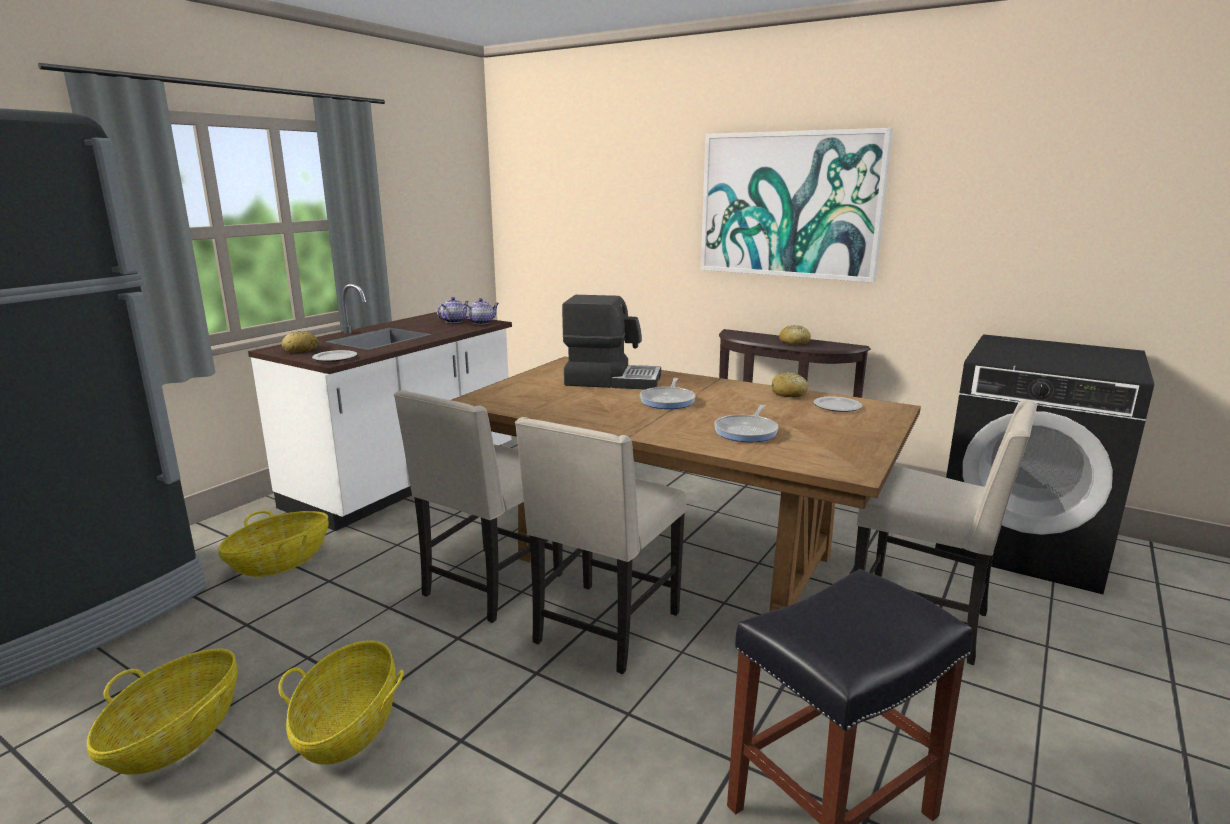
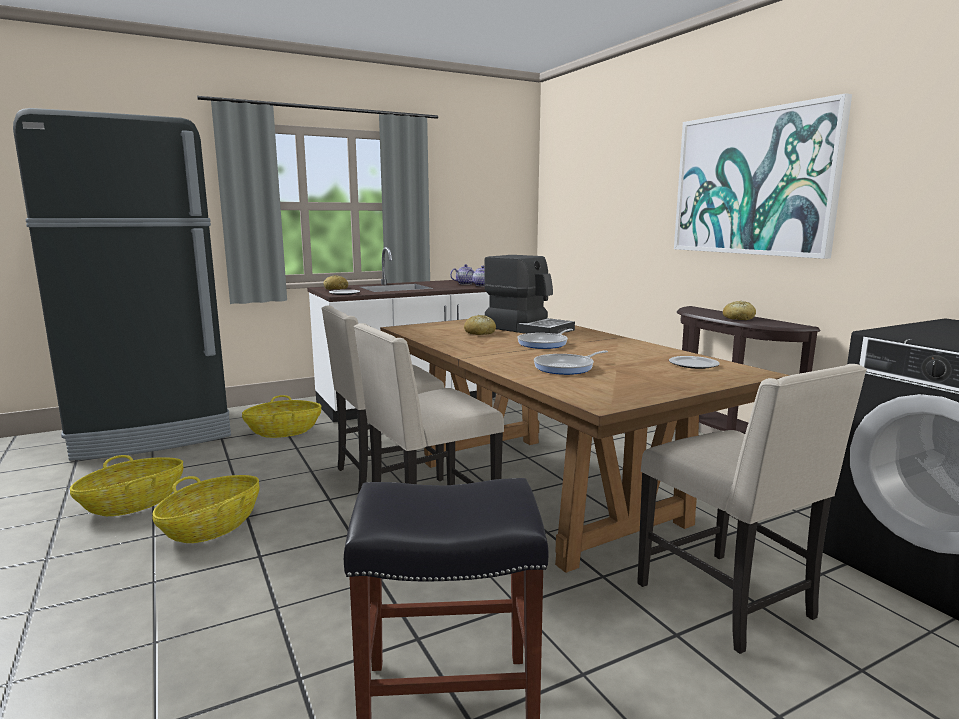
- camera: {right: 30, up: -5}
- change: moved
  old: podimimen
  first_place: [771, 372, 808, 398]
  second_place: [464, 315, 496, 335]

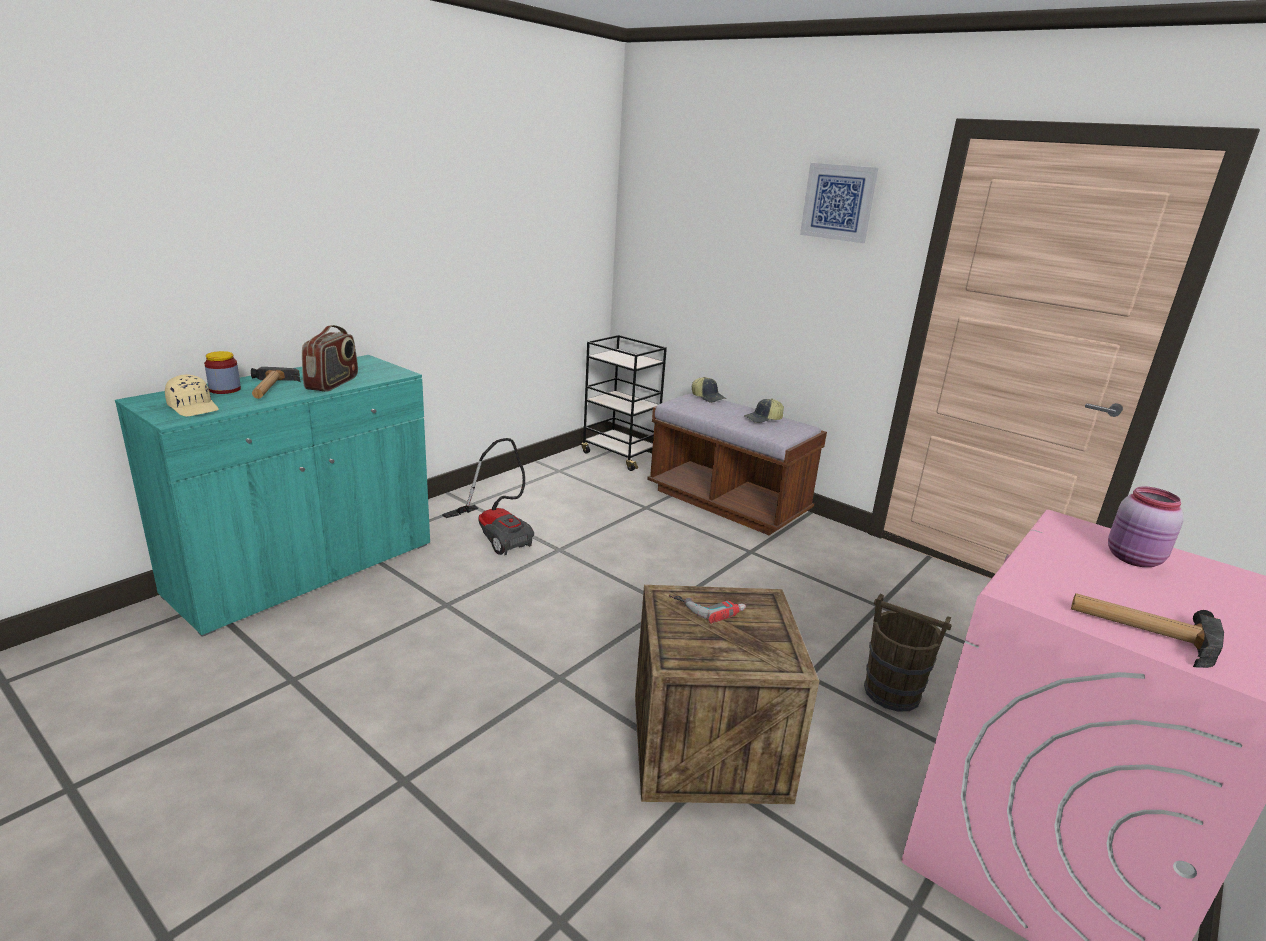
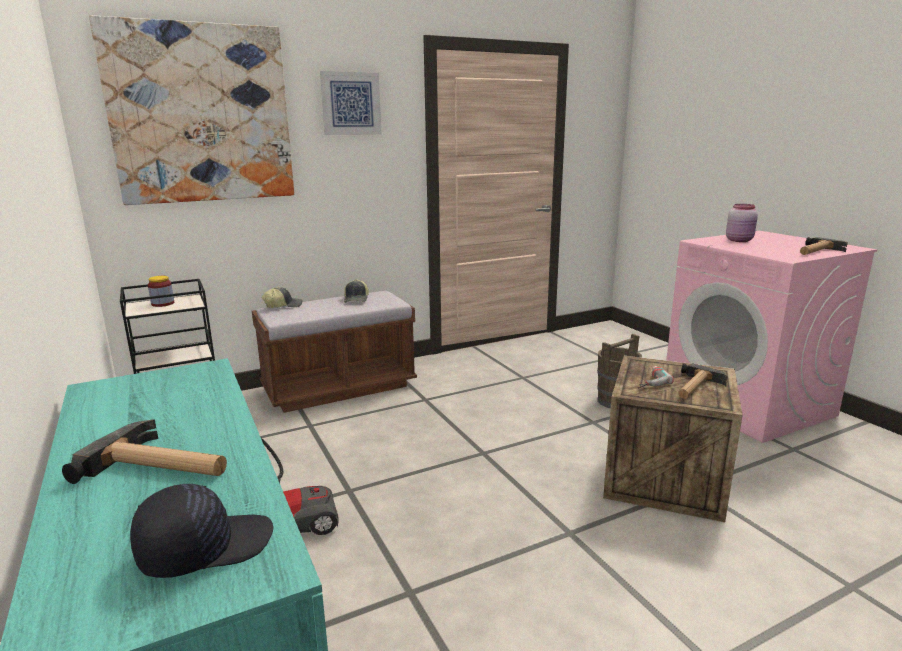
- camera: {right: -65, up: -5}
- change: added
  new: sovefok
  second_place: [89, 15, 295, 205]
- change: recoloured
  old: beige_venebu
  new: black_venebu
  first_place: [165, 374, 219, 416]
  second_place: [130, 484, 273, 578]
- change: moved
  old: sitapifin
  first_place: [204, 351, 241, 394]
  second_place: [148, 276, 174, 307]
- change: added
  new: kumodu
  second_place: [678, 363, 728, 399]
- change: removed
  old: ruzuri
  first_place: [302, 325, 358, 392]

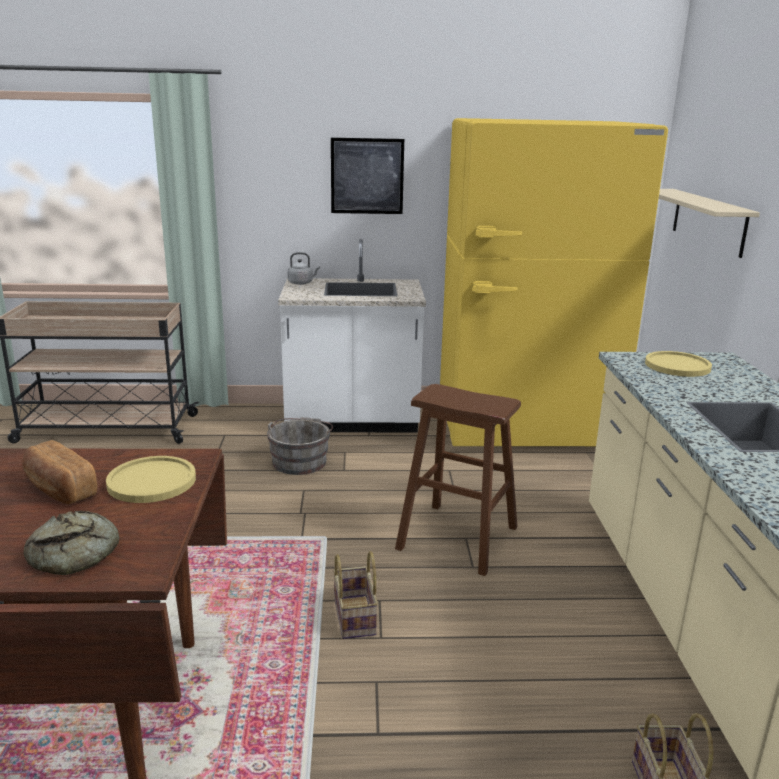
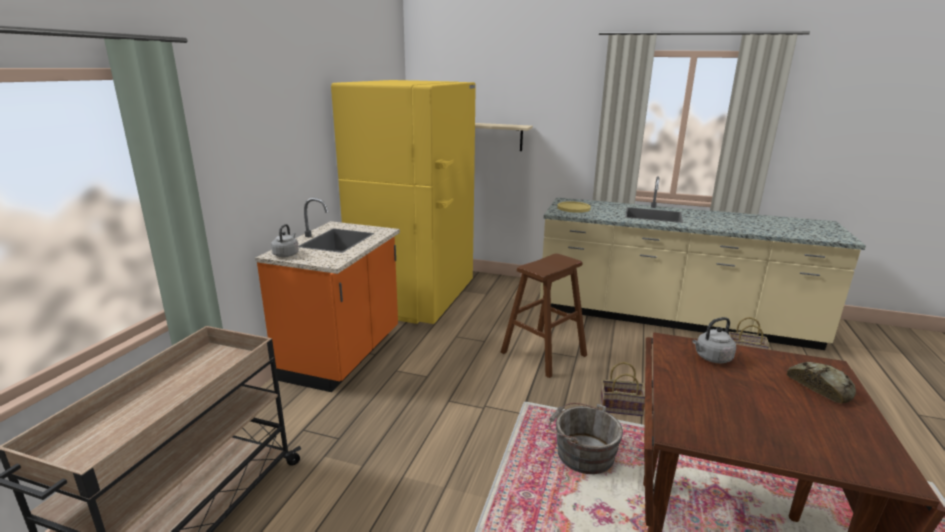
- camera: {right: -70, up: 0}
- change: recoloured
  old: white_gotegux
  new: orange_gotegux
  first_place: [278, 239, 426, 432]
  second_place: [255, 198, 400, 392]
- change: moved
  old: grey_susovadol
  first_place: [267, 417, 333, 475]
  second_place: [549, 403, 623, 474]
- change: replaced
  old: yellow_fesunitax
  new: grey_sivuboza
  first_place: [106, 456, 196, 503]
  second_place: [692, 317, 736, 363]
- change: removed
  old: podimimen
  first_place: [22, 440, 97, 504]
- change: removed
  old: sovefok
  first_place: [331, 138, 404, 214]

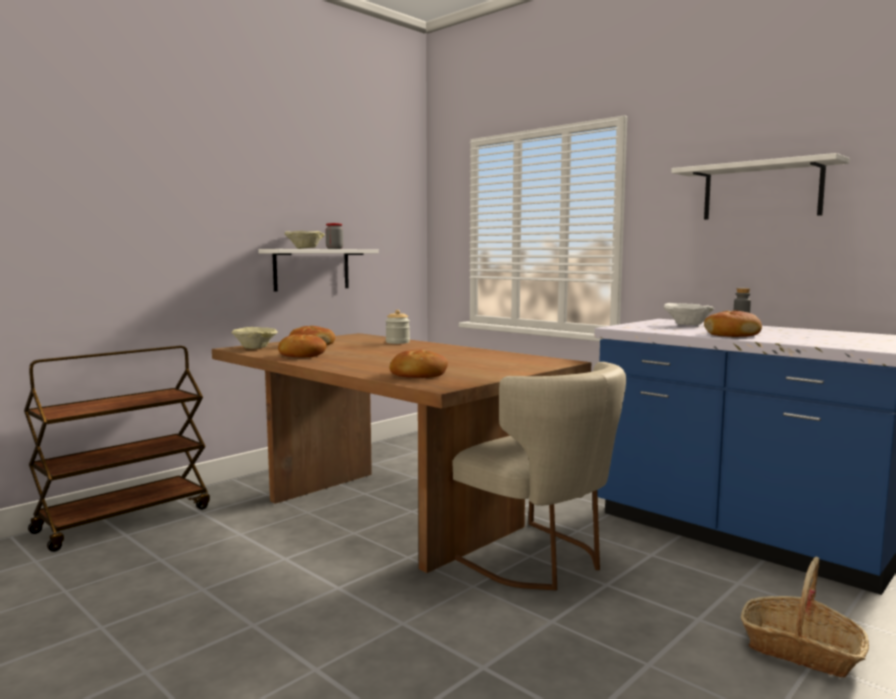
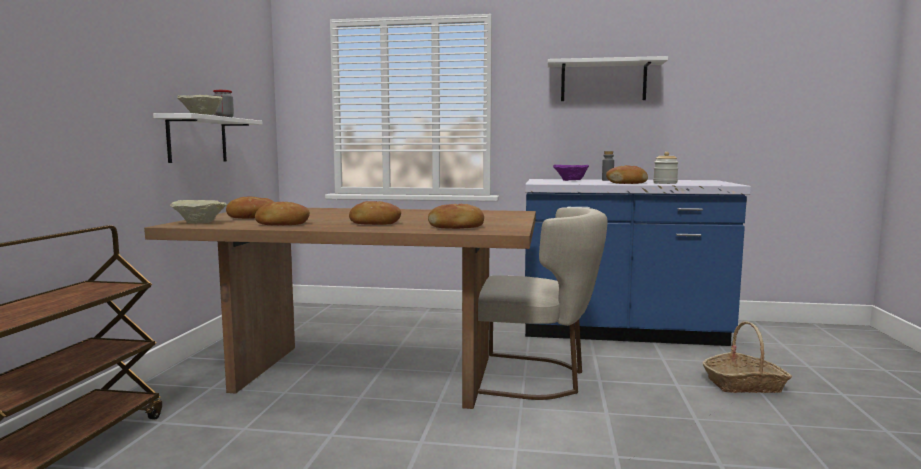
- camera: {right: -35, up: 0}
- change: added
  new: podimimen
  second_place: [349, 201, 401, 225]
- change: recoloured
  old: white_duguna
  new: purple_duguna
  first_place: [664, 303, 714, 325]
  second_place: [553, 164, 589, 181]
- change: moved
  old: sitapifin
  first_place: [386, 310, 410, 344]
  second_place: [653, 152, 679, 184]

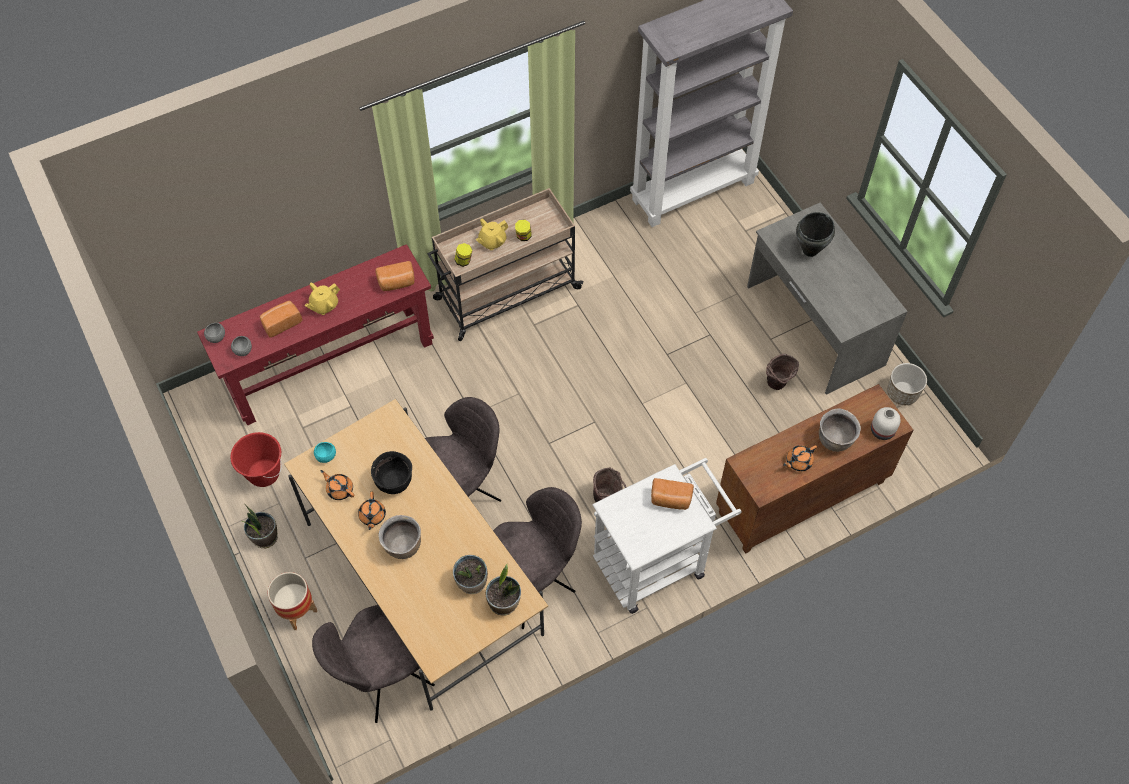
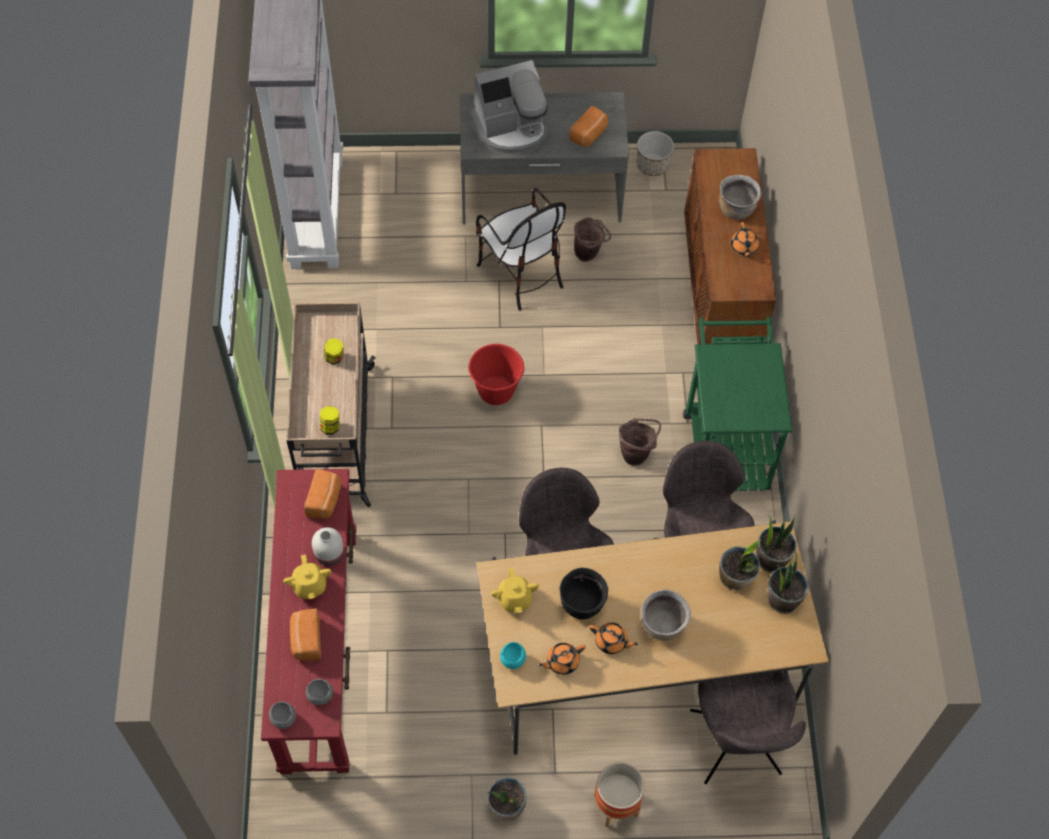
- camera: {right: -65, up: 0}
- change: moved
  old: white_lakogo
  first_place: [871, 407, 901, 440]
  second_place: [312, 527, 344, 566]
- change: moved
  old: red_susovadol
  first_place: [230, 432, 282, 487]
  second_place: [468, 344, 525, 405]
- change: replaced
  old: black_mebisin
  new: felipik
  first_place: [796, 212, 835, 257]
  second_place: [471, 60, 548, 154]
- change: added
  new: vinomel
  second_place: [476, 188, 566, 310]
- change: moved
  old: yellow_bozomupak
  first_place: [476, 219, 509, 250]
  second_place: [491, 568, 539, 613]
- change: moved
  old: podimimen
  first_place: [651, 478, 694, 510]
  second_place: [569, 106, 608, 147]
- change: recoloured
  old: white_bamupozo
  new: green_bamupozo
  first_place: [592, 458, 742, 614]
  second_place: [683, 317, 792, 491]
- change: added
  new: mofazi
  second_place: [768, 552, 809, 614]

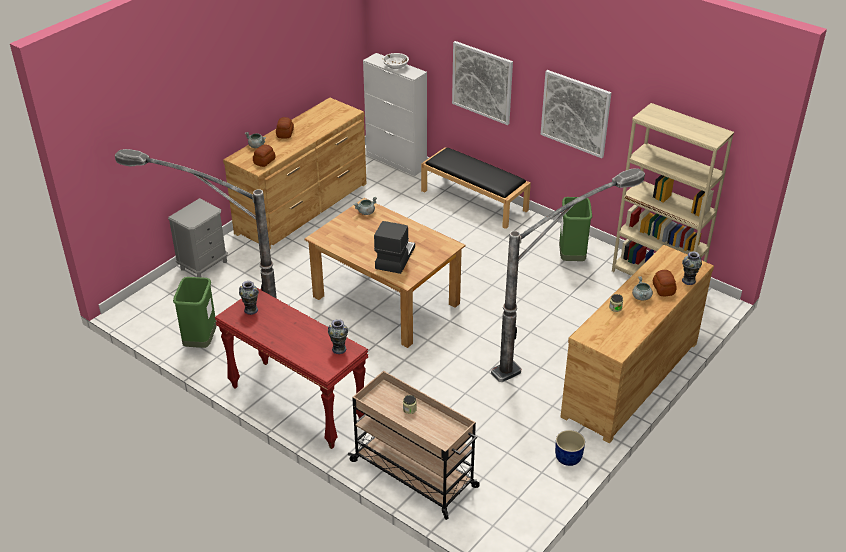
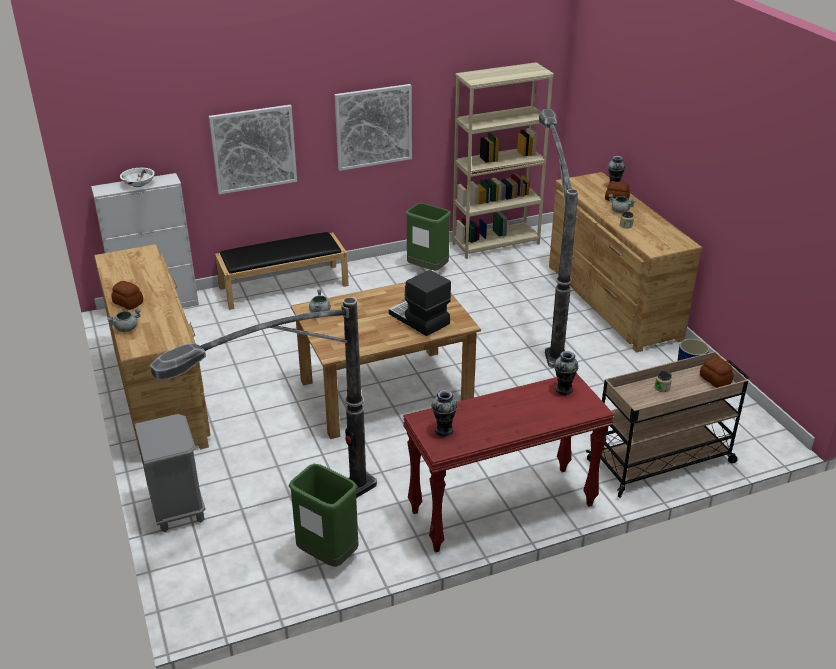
- camera: {right: -60, up: -5}
- change: moved
  old: podimimen
  first_place: [253, 144, 275, 167]
  second_place: [700, 356, 734, 388]

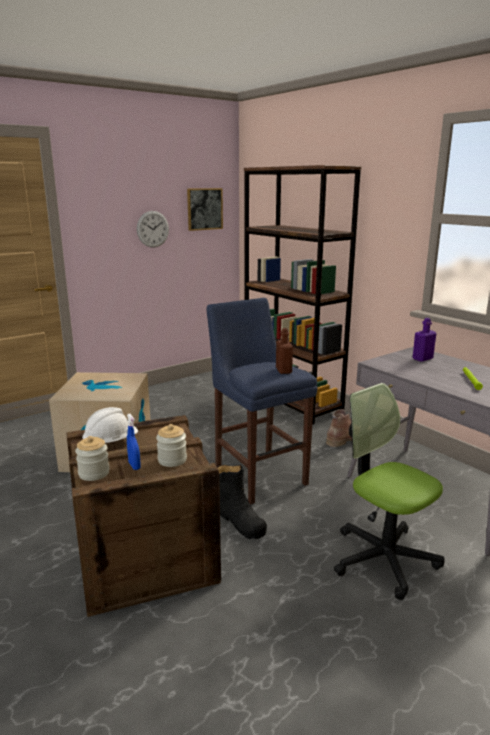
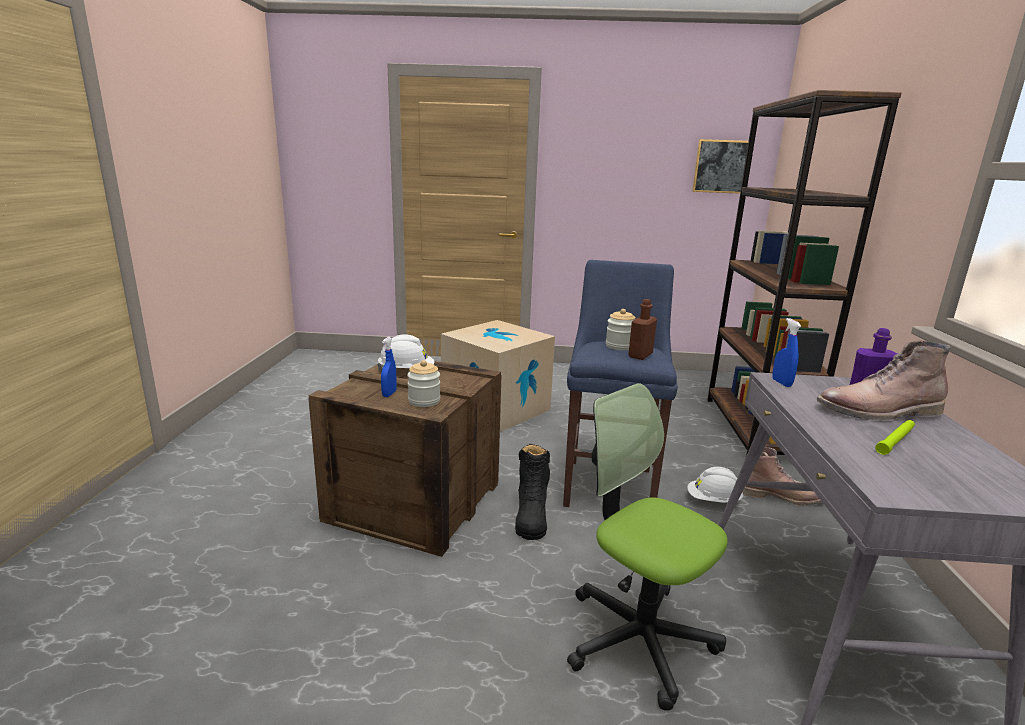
- camera: {right: 40, up: 0}
- change: turned
  old: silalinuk
  first_place: [334, 383, 445, 600]
  second_place: [567, 383, 728, 711]
  degrees: -45
- change: moved
  old: sitapifin
  first_place: [75, 436, 110, 481]
  second_place: [606, 309, 635, 350]
- change: added
  new: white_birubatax
  second_place: [687, 467, 743, 503]
- change: added
  new: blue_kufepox
  second_place: [772, 318, 801, 387]
- change: added
  new: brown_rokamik
  second_place: [817, 341, 951, 420]
- change: removed
  old: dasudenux
  first_place: [137, 211, 169, 248]

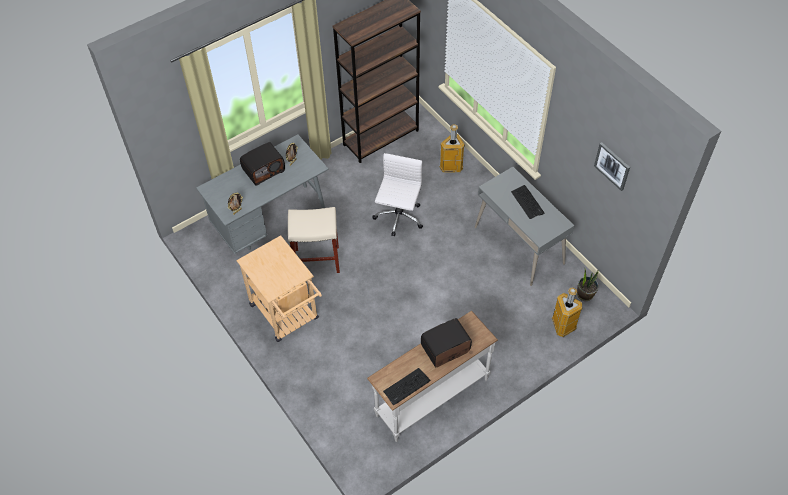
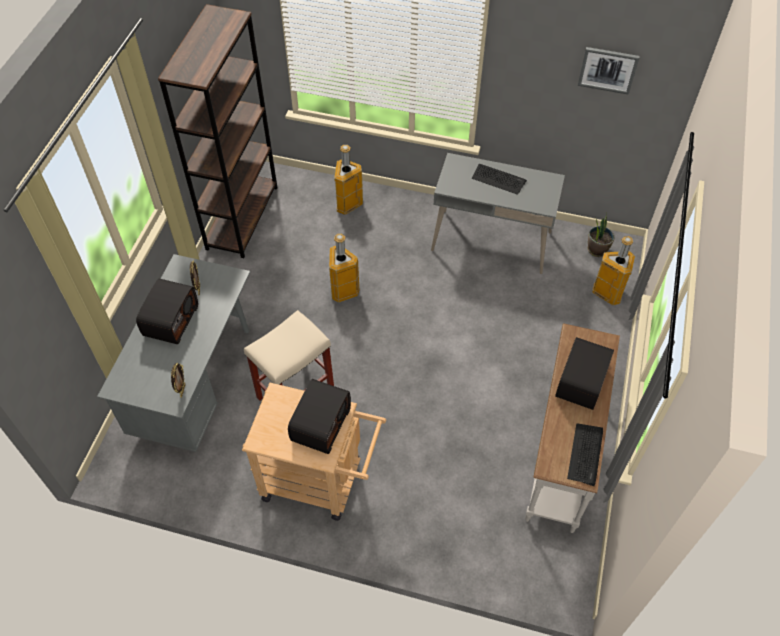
- camera: {right: -40, up: 0}
- change: added
  new: ruzuri
  second_place: [288, 379, 351, 454]
- change: replaced
  old: white_silalinuk
  new: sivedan
  first_place: [372, 153, 423, 236]
  second_place: [329, 234, 359, 303]

